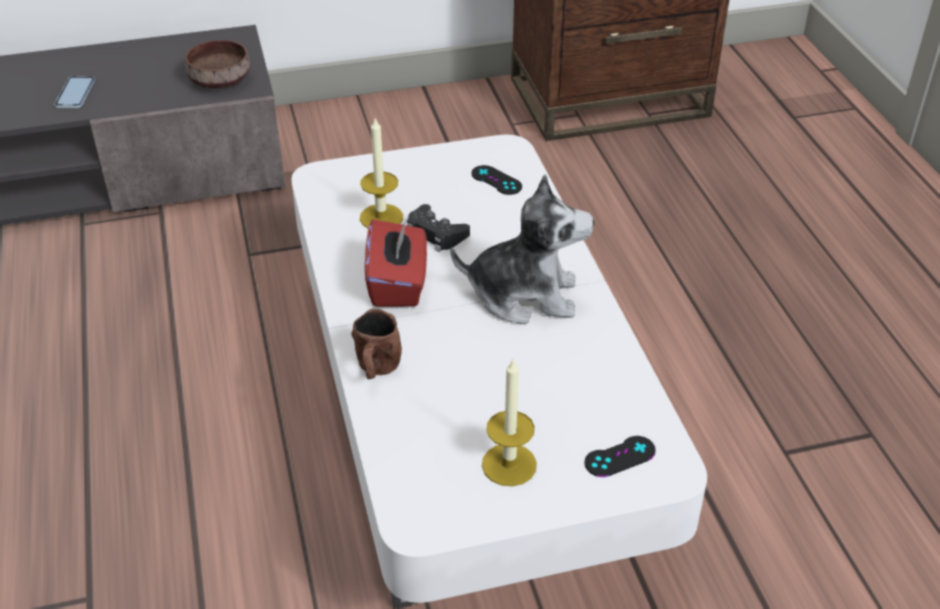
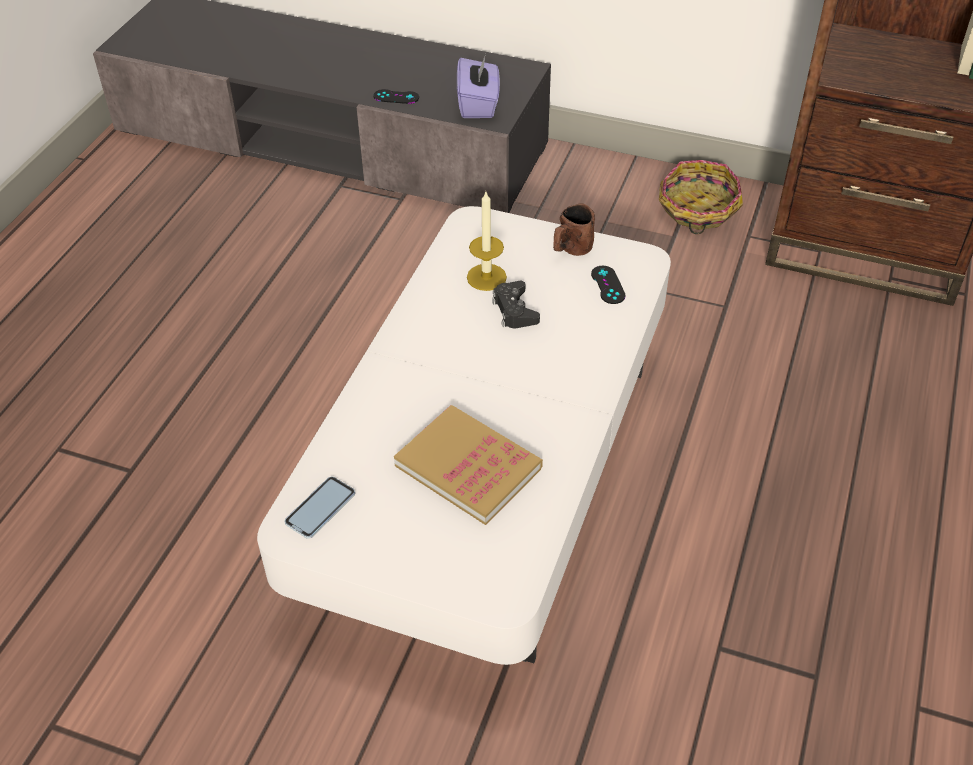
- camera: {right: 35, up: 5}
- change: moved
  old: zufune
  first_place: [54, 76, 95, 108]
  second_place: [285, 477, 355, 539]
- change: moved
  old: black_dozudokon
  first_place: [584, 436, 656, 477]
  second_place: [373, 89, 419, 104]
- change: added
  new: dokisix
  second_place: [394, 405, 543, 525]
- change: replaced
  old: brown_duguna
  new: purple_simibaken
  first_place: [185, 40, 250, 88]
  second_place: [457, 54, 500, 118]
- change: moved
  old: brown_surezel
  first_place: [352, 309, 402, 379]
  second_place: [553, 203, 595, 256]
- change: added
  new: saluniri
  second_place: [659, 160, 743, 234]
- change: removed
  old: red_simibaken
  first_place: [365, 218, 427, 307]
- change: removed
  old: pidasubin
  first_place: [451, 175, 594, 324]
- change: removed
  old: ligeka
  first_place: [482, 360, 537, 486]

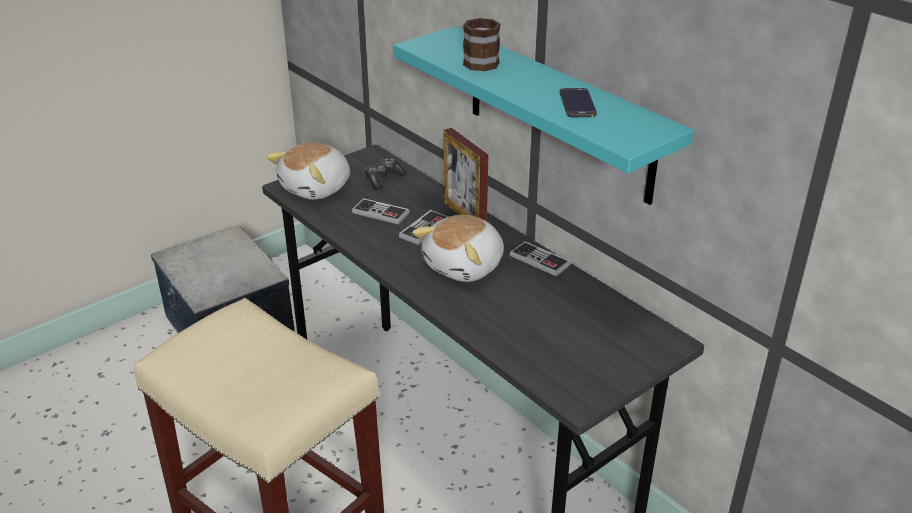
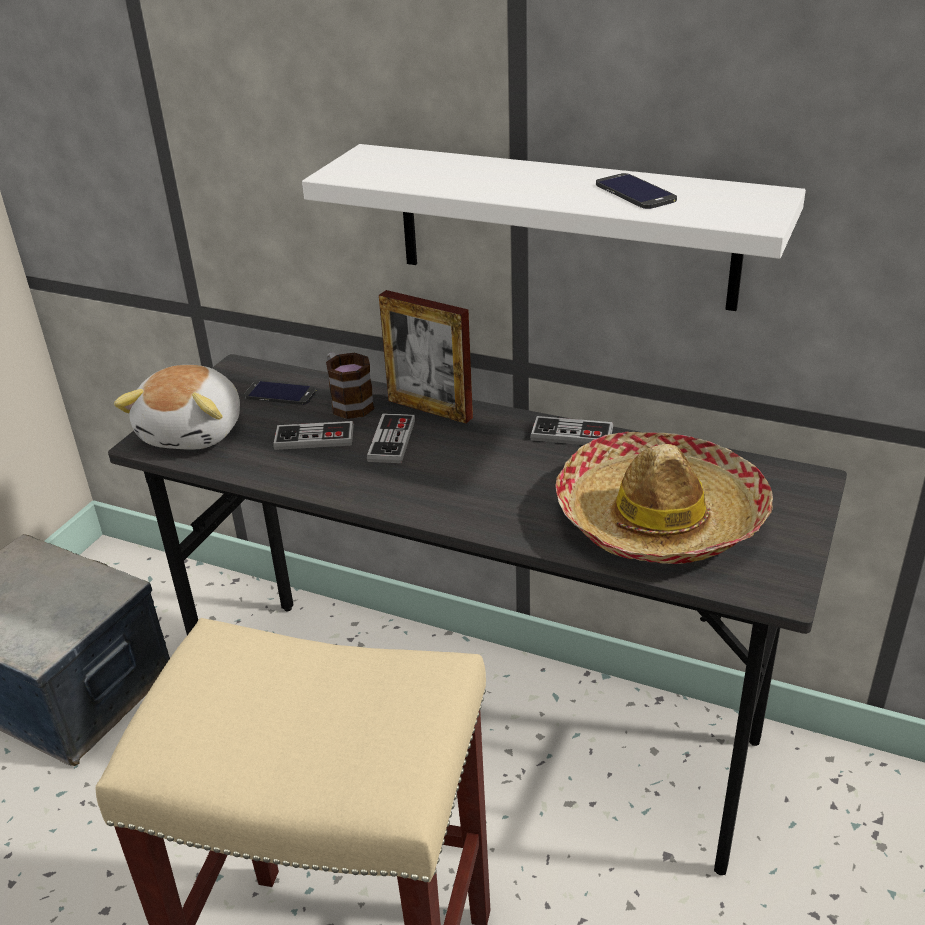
- camera: {right: -25, up: 0}
- change: replaced
  old: dozudokon
  new: zufune
  first_place: [364, 158, 407, 190]
  second_place: [244, 381, 316, 405]
- change: recoloured
  old: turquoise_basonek
  new: white_basonek
  first_place: [393, 26, 694, 205]
  second_place: [302, 144, 806, 311]
- change: moved
  old: surezel
  first_place: [463, 17, 500, 71]
  second_place: [326, 353, 375, 419]
- change: added
  new: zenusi
  second_place: [555, 432, 773, 564]
- change: removed
  old: pidasubin
  first_place: [412, 215, 504, 282]

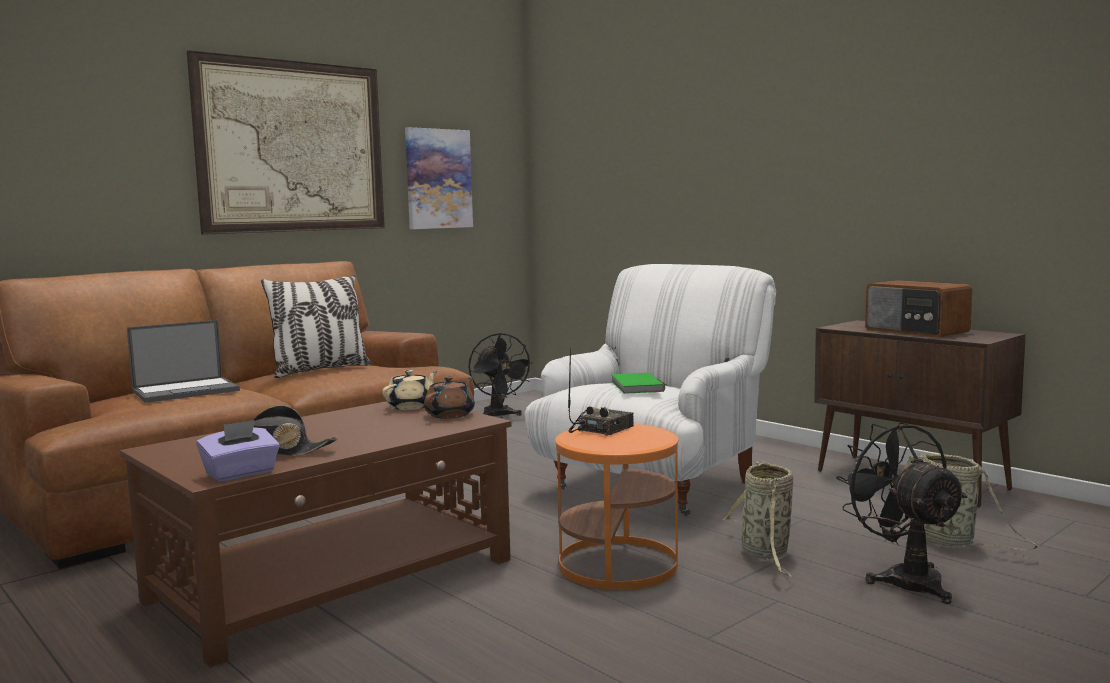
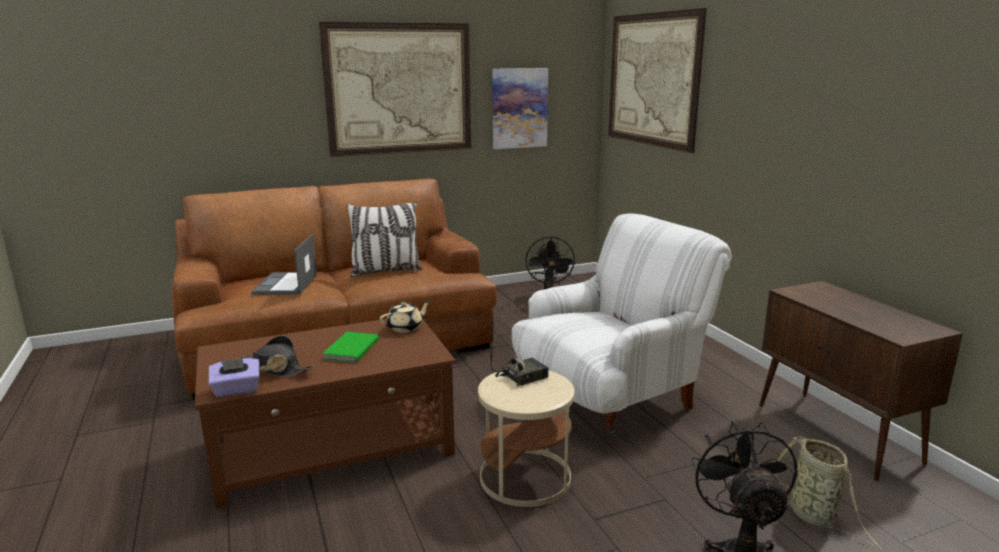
- camera: {right: 20, up: 10}
- change: turned
  old: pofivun
  first_place: [127, 320, 240, 403]
  second_place: [251, 234, 317, 295]
  degrees: 105
- change: moved
  old: green_dokisix
  first_place: [611, 373, 665, 394]
  second_place: [322, 332, 379, 363]
- change: recoloured
  old: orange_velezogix
  new: beige_velezogix
  first_place: [555, 424, 678, 590]
  second_place: [478, 370, 575, 507]
- change: added
  new: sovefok
  second_place: [608, 8, 707, 153]
- change: removed
  old: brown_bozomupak
  first_place: [424, 376, 475, 419]
- change: removed
  old: saluniri
  first_place: [722, 460, 794, 577]
- change: removed
  old: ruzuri
  first_place: [865, 280, 972, 338]

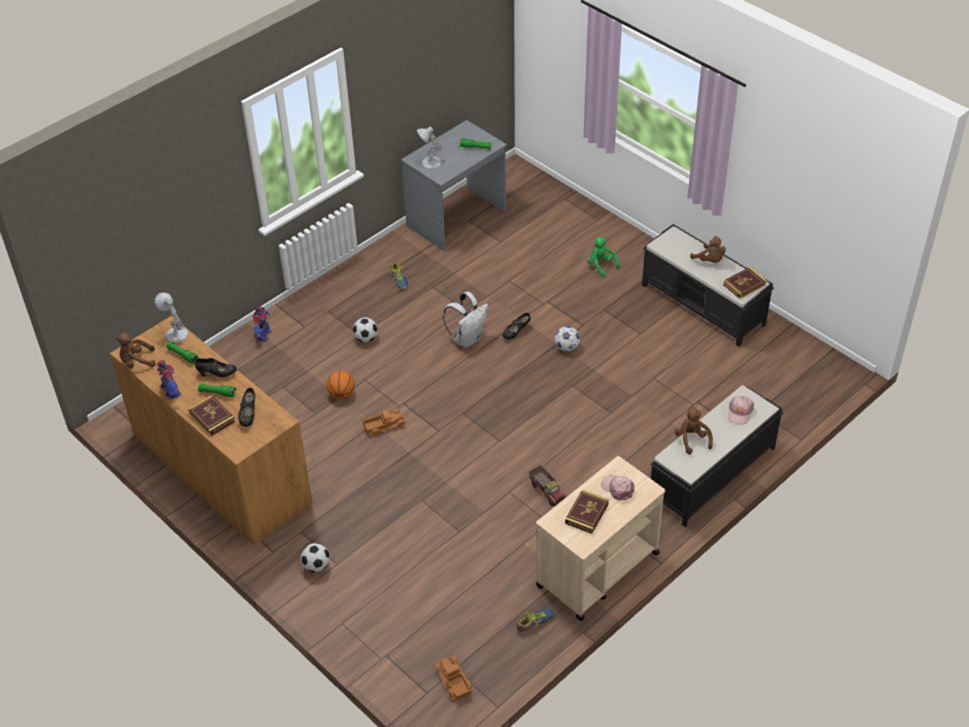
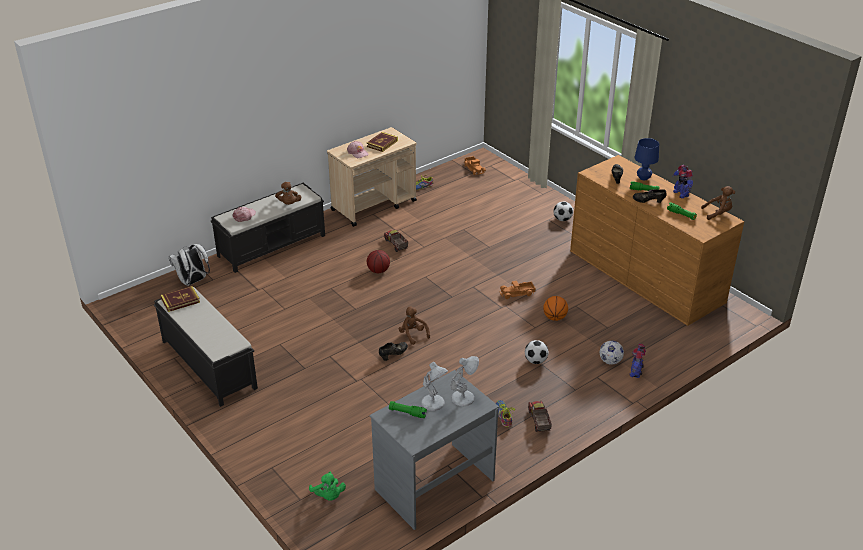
- camera: {right: -175, up: -10}
- change: moved
  old: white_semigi
  first_place: [443, 291, 488, 348]
  second_place: [169, 244, 210, 286]
- change: moved
  old: green_pidasubin
  first_place: [587, 237, 620, 277]
  second_place: [309, 472, 346, 501]
- change: added
  new: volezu
  second_place: [367, 250, 390, 273]
- change: moved
  old: brown_pidasubin
  first_place: [690, 236, 726, 263]
  second_place: [398, 307, 430, 345]
- change: moved
  old: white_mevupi
  first_place: [155, 292, 188, 343]
  second_place: [421, 362, 448, 411]
- change: added
  new: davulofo
  second_place: [528, 401, 552, 432]
- change: moved
  old: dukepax
  first_place: [555, 326, 580, 351]
  second_place: [600, 341, 624, 365]
- change: replaced
  old: dokisix
  new: blue_mevupi
  first_place: [188, 395, 235, 436]
  second_place: [634, 138, 659, 181]

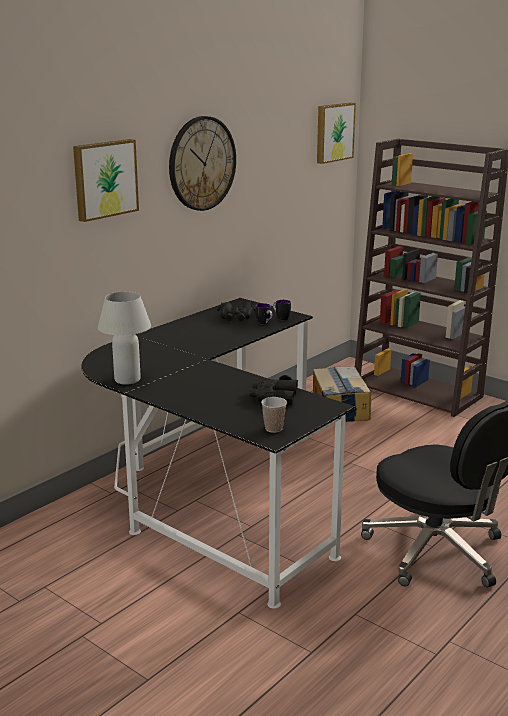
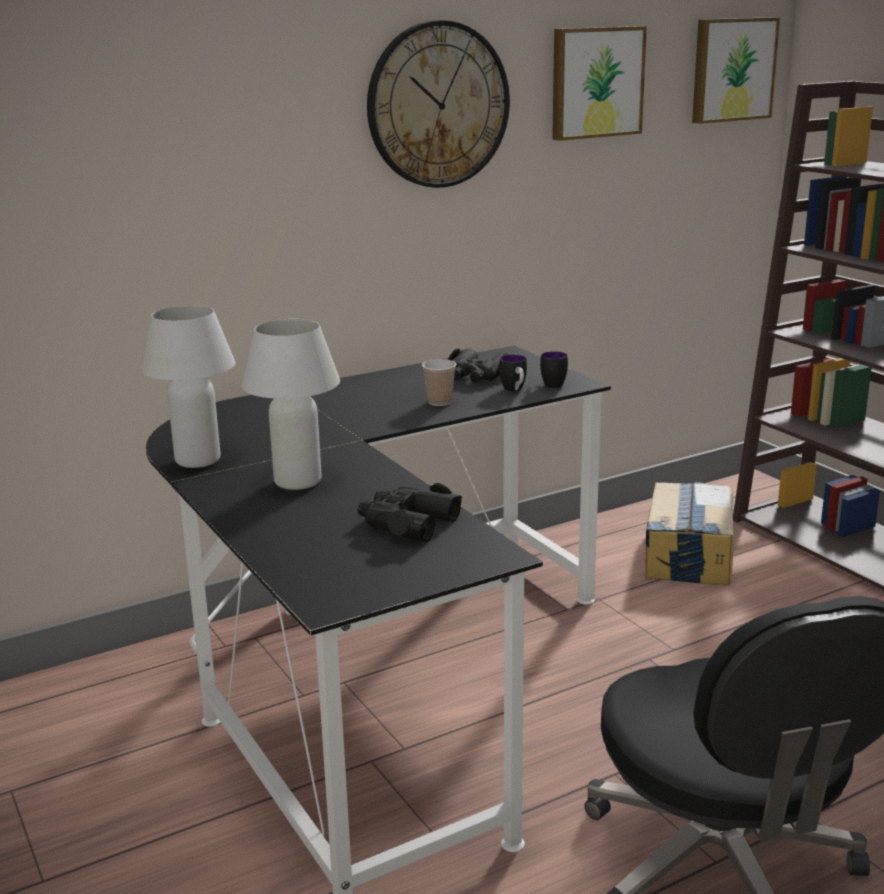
- camera: {right: 20, up: 0}
- change: added
  new: white_mevupi
  second_place: [241, 319, 340, 490]
- change: moved
  old: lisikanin
  first_place: [261, 397, 287, 433]
  second_place: [422, 359, 456, 406]
- change: moved
  old: sovefok
  first_place: [73, 139, 139, 222]
  second_place: [552, 26, 647, 141]

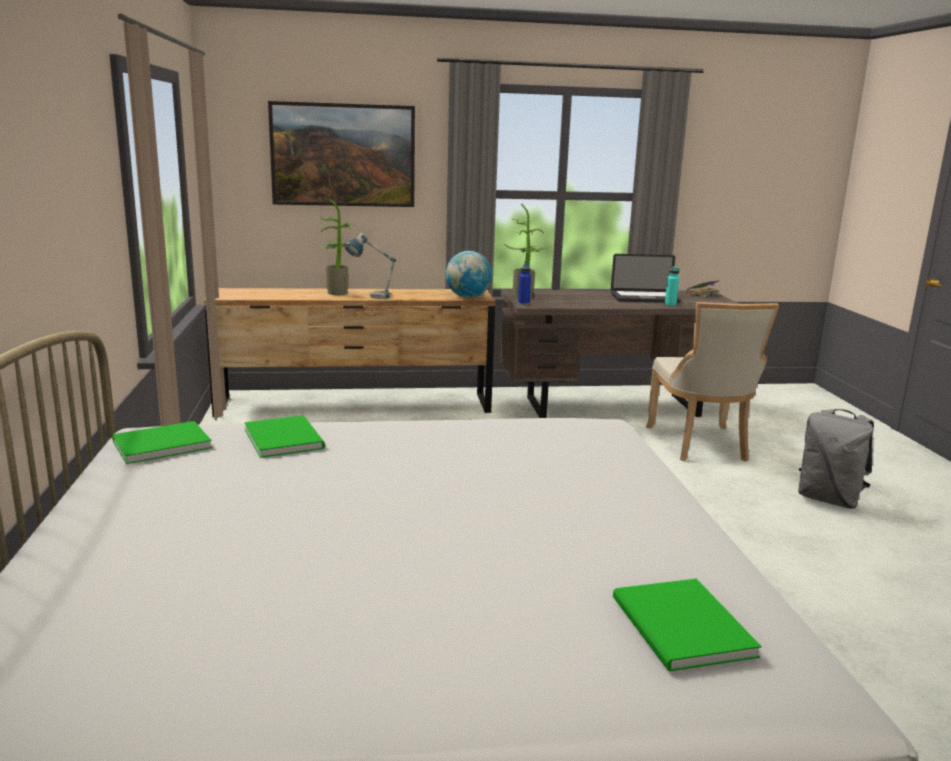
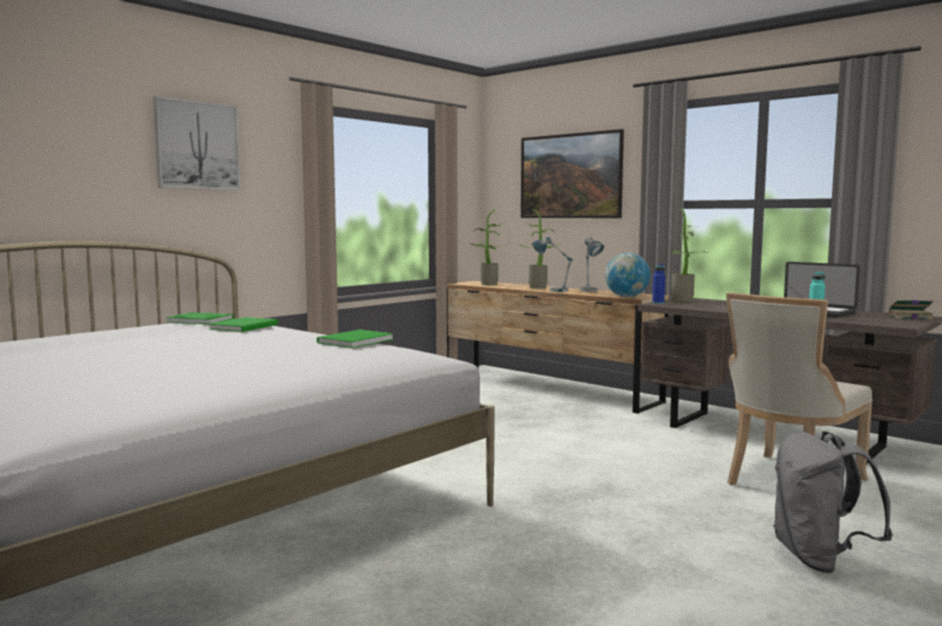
- camera: {right: 50, up: -10}
- change: added
  new: sovefok
  second_place: [153, 96, 240, 190]
- change: moved
  old: green_dokisix
  first_place: [613, 579, 762, 672]
  second_place: [317, 329, 393, 348]
- change: added
  new: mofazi
  second_place: [470, 209, 510, 285]
- change: added
  new: mevupi
  second_place: [580, 236, 604, 292]

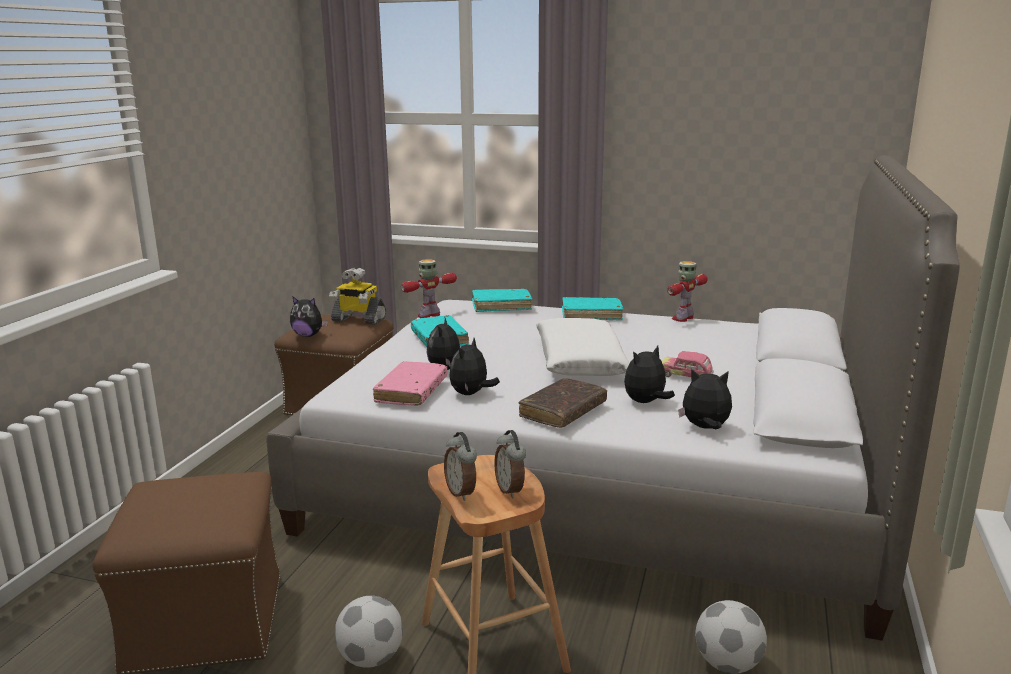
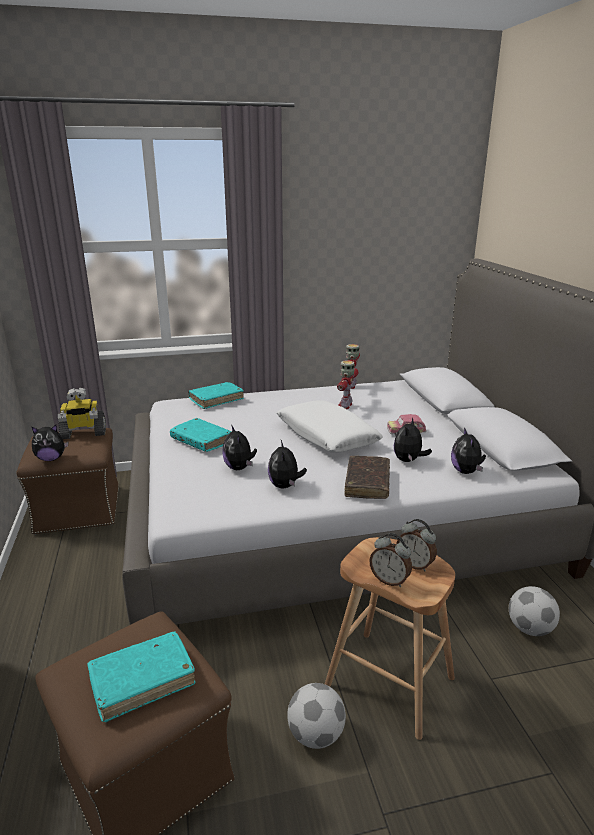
- camera: {right: -30, up: 5}
- change: moved
  old: turquoise_dokisix
  first_place: [562, 297, 623, 320]
  second_place: [87, 632, 196, 722]
- change: moved
  old: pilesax
  first_place: [401, 259, 457, 318]
  second_place: [337, 361, 359, 409]
- change: turned
  old: pidasubin
  first_place: [678, 368, 732, 429]
  second_place: [451, 427, 486, 474]
  degrees: -75
- change: removed
  old: pink_dokisix
  first_place: [373, 361, 447, 406]

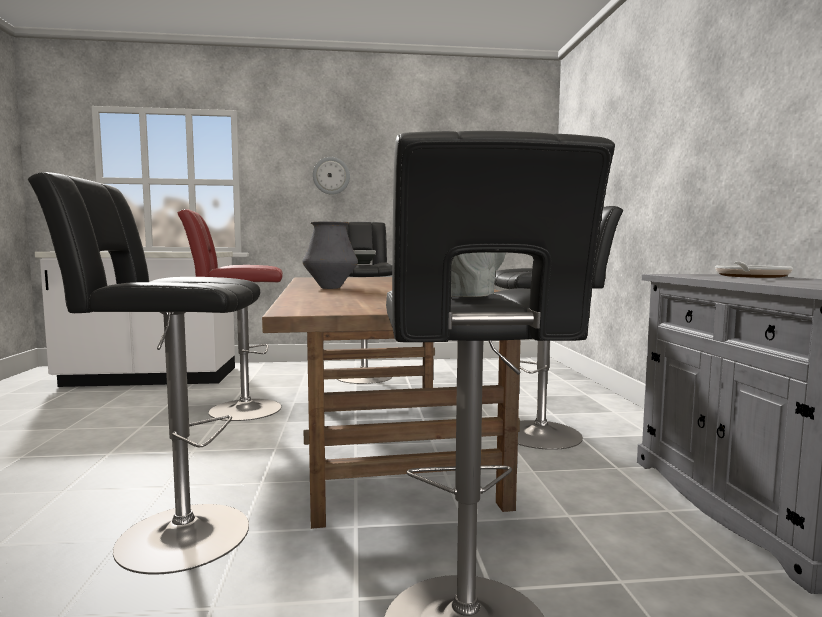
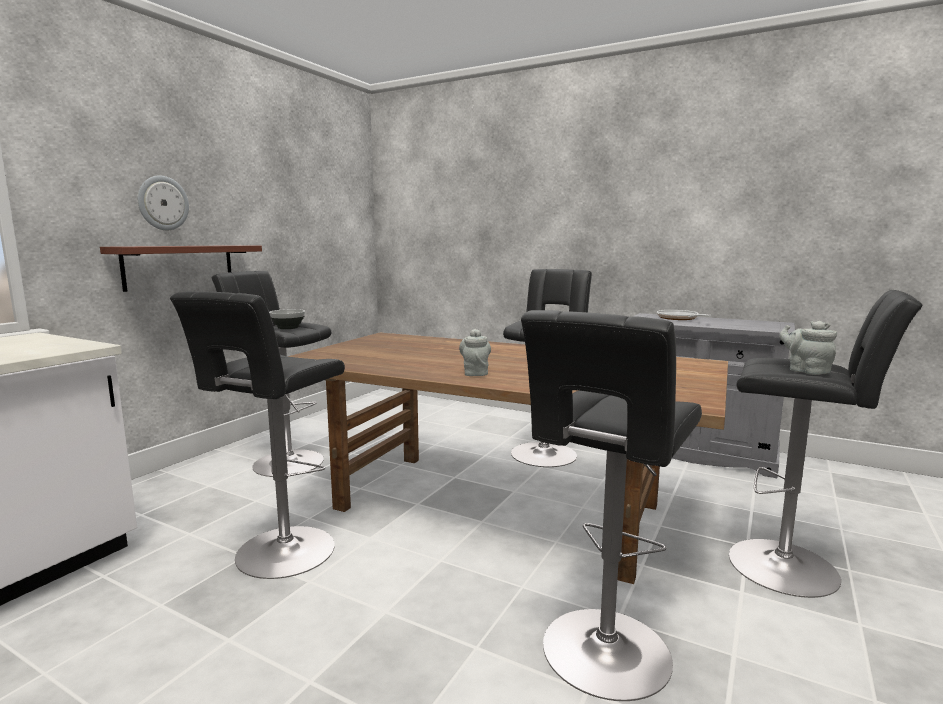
- camera: {right: -55, up: 5}
- change: added
  new: basonek
  second_place: [100, 245, 262, 292]
- change: recoloured
  old: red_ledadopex
  new: black_ledadopex
  first_place: [178, 209, 283, 421]
  second_place: [170, 291, 345, 579]
- change: replaced
  old: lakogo
  new: grey_bozomupak
  first_place: [302, 221, 358, 289]
  second_place: [459, 329, 491, 376]

